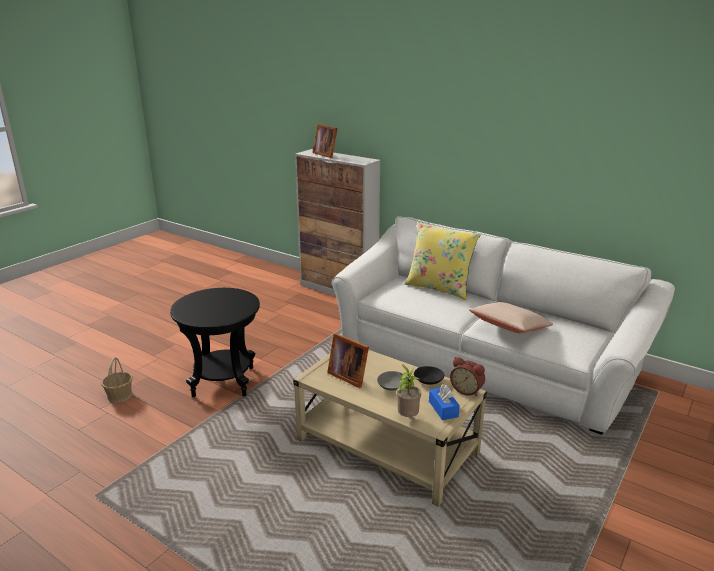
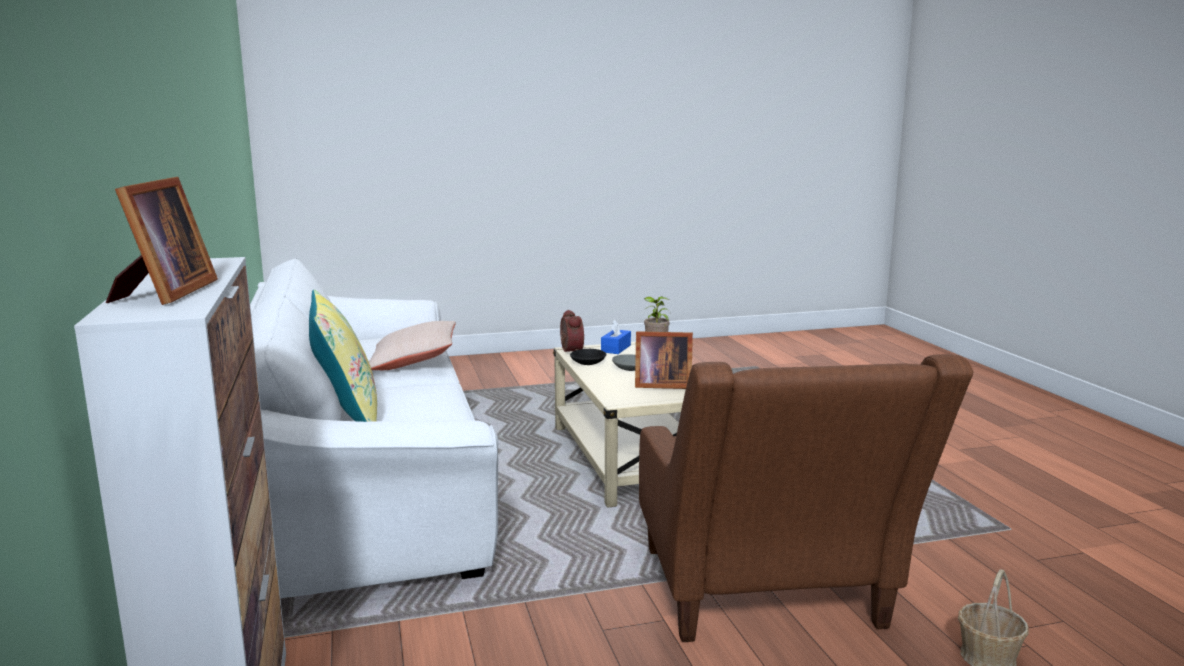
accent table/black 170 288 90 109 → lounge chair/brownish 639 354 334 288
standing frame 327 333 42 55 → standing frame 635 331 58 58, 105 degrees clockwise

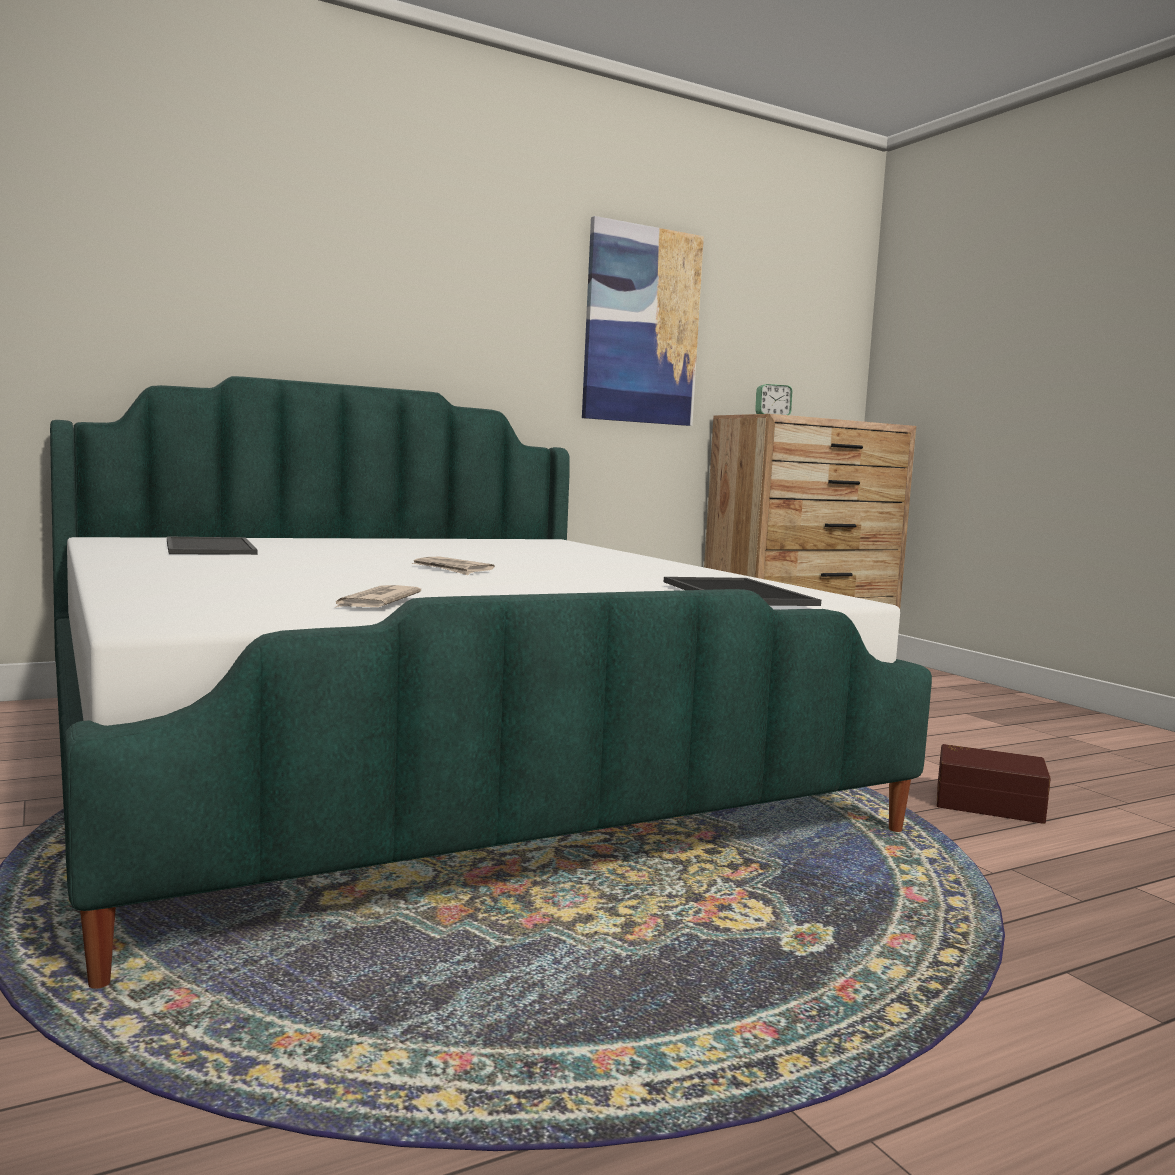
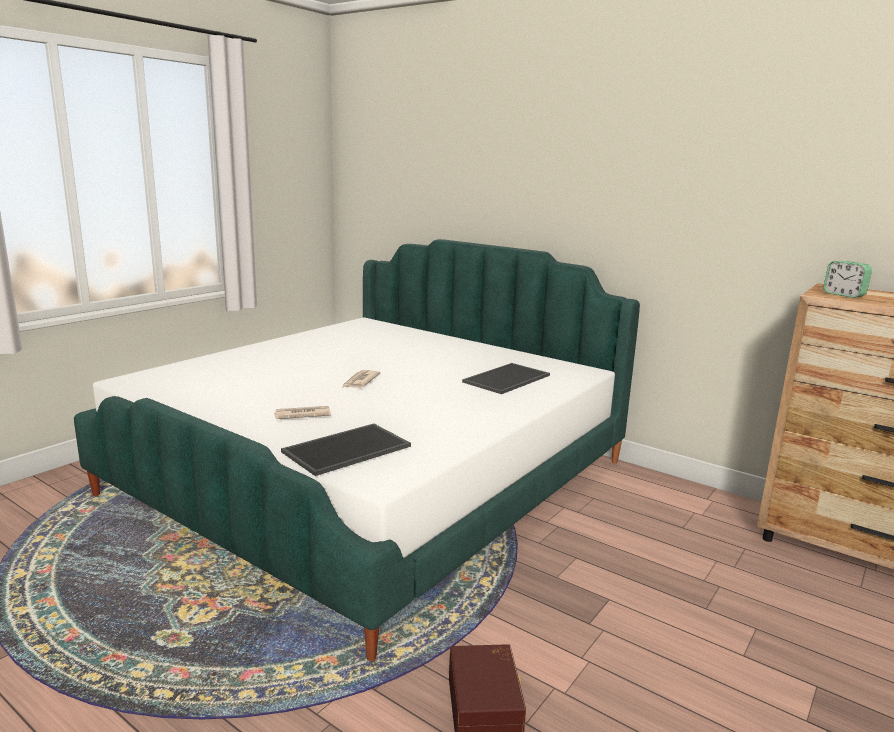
picture 582 216 122 210 → -
serving tray 167 537 91 18 → serving tray 462 363 88 31, relocated
newspaper 334 585 87 23 → newspaper 274 406 57 13, relocated

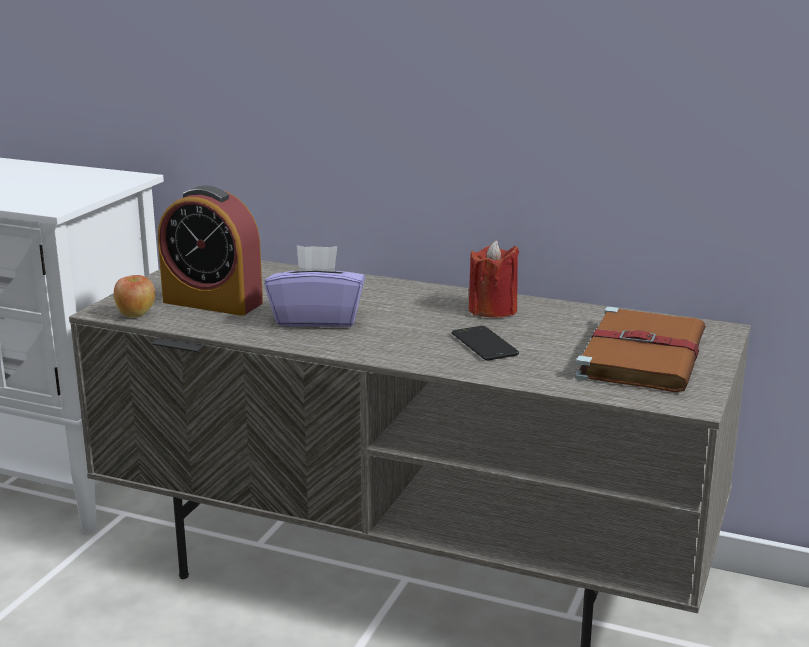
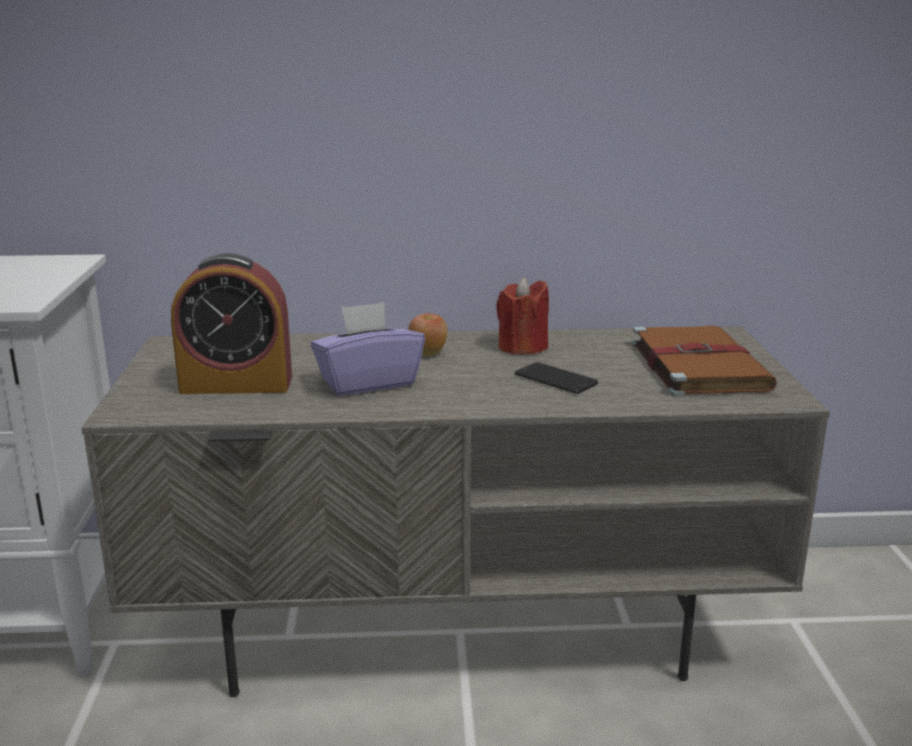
apple 114 275 41 43 → apple 408 313 40 43, relocated

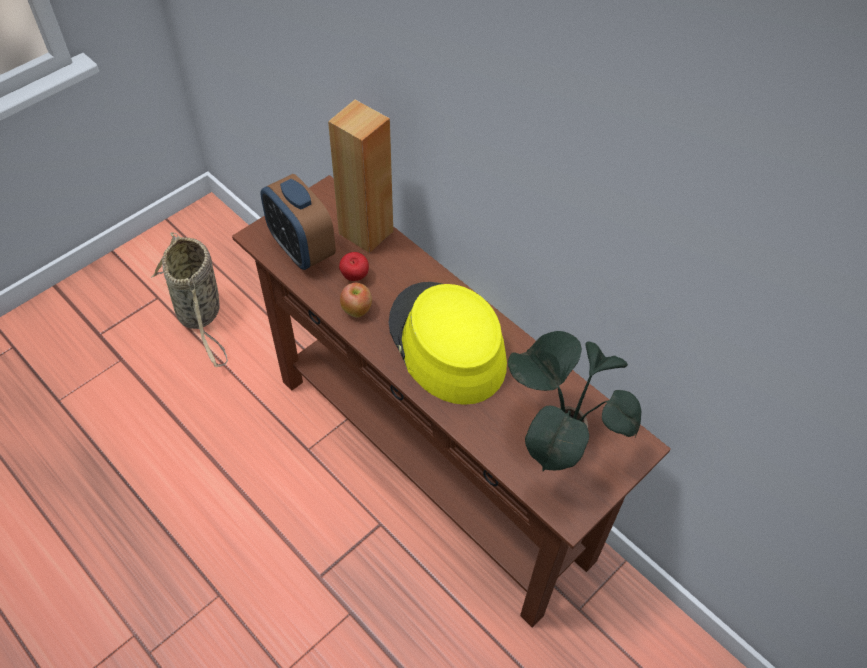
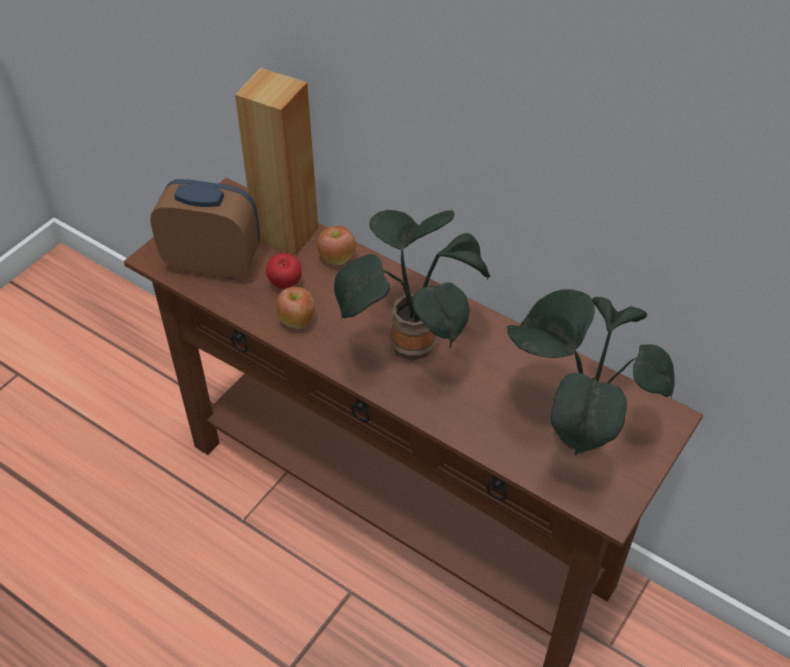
alarm clock 260 174 76 96 → alarm clock 150 179 110 100, 150 degrees clockwise
storage basket 151 232 77 135 → -
clothing hat/yellow 389 282 118 123 → potted plant 334 210 156 151
- → apple 317 226 39 39

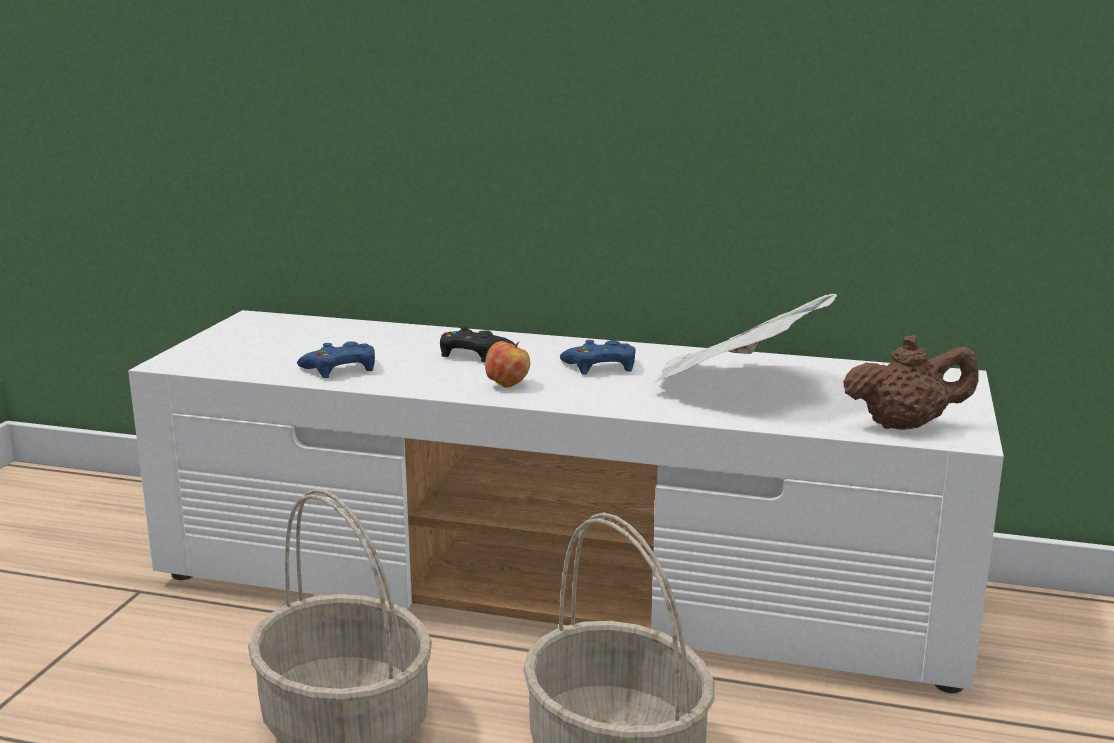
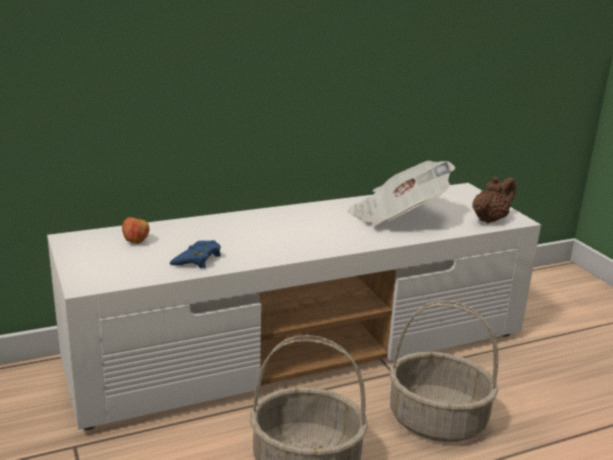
game controller/black 440 326 76 36 → -
game controller/blue 560 340 76 35 → -
apple 485 341 45 47 → apple 122 216 27 28, relocated

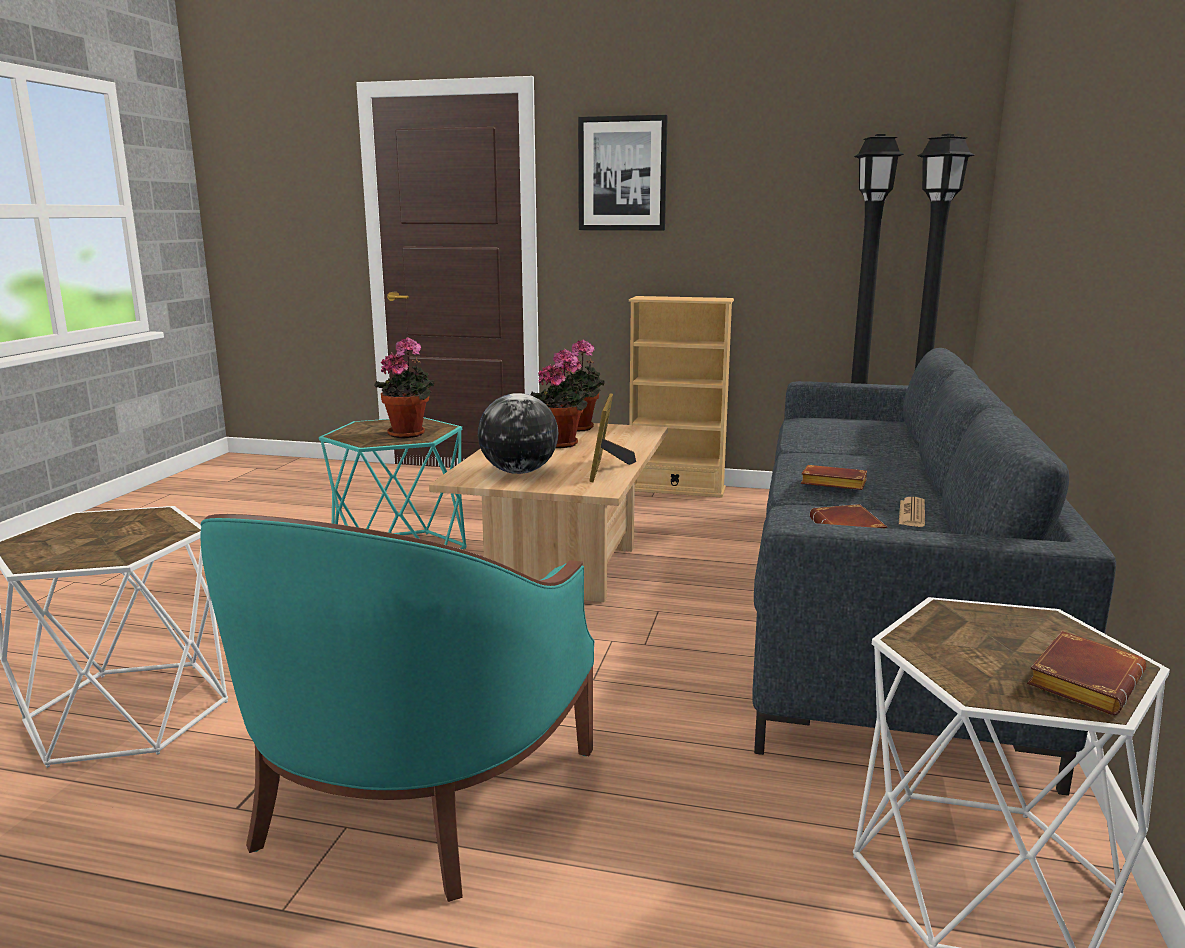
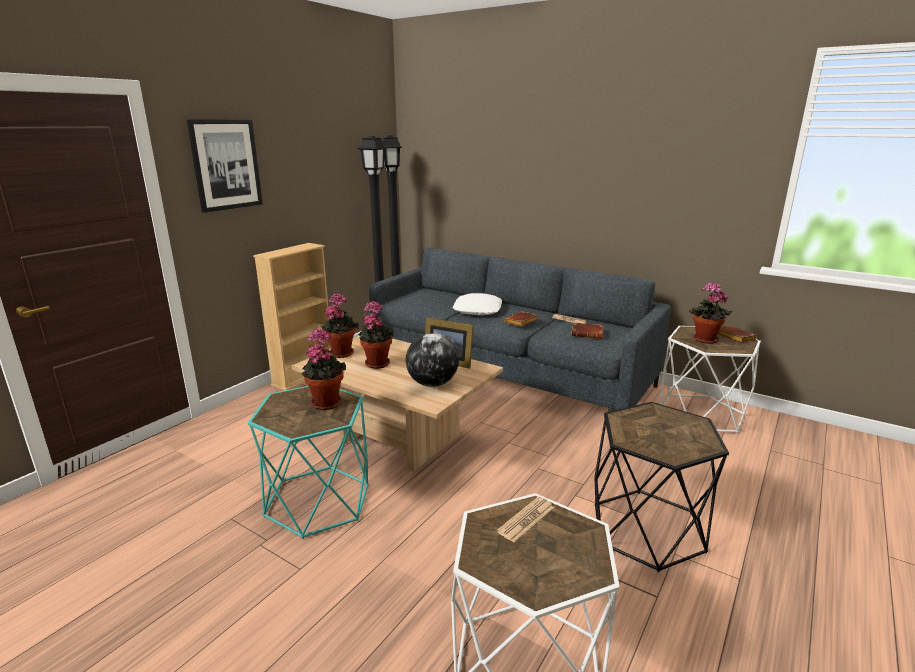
lounge chair/turquoise-coloured 200 514 394 388 → accent table/black 594 402 135 170
- → potted plant 689 283 43 61
- → cushion/white-coloured 453 293 49 22
- → newspaper 497 497 57 45

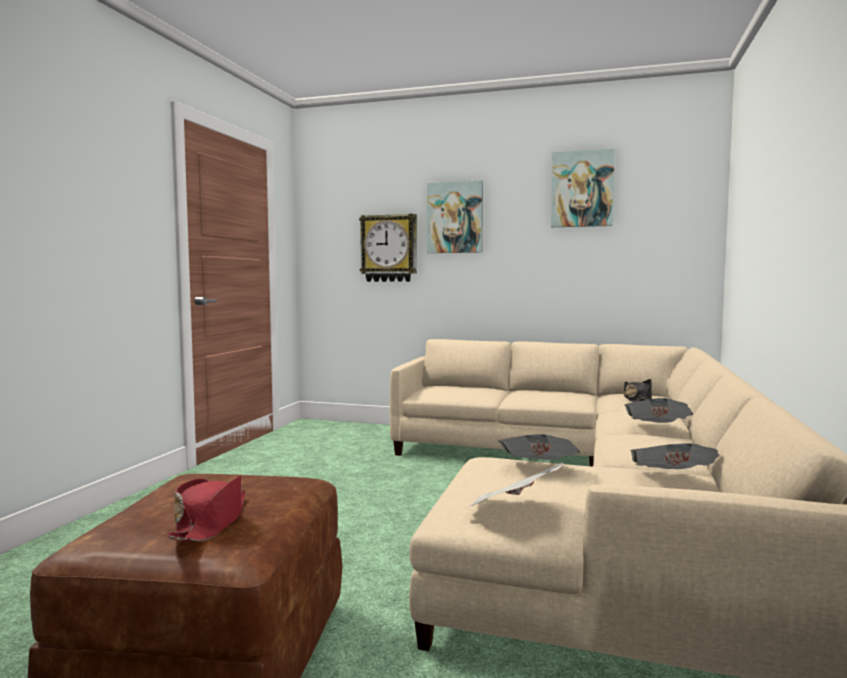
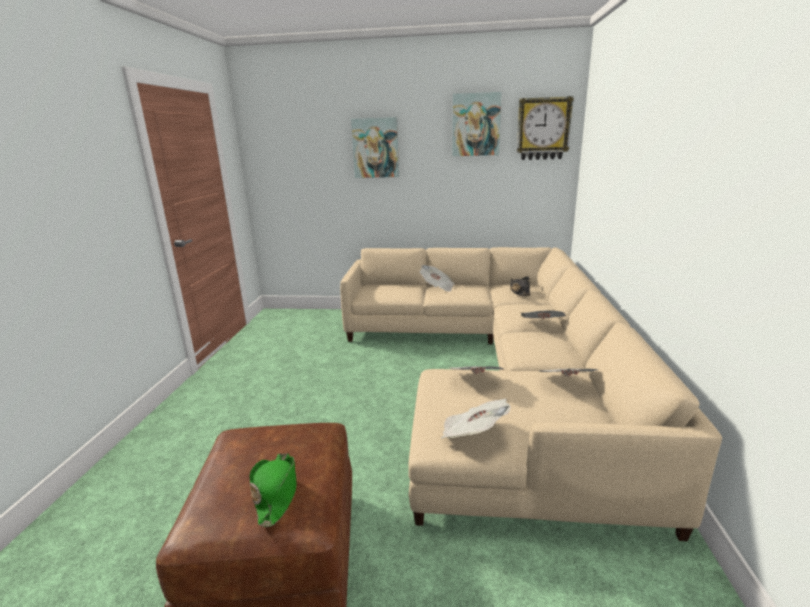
wall clock 359 214 58 68 → wall clock 516 96 58 64, relocated
clothing hat/red-coloured 167 476 78 66 → clothing hat/greenish 249 453 47 74
- → newspaper 420 265 35 27

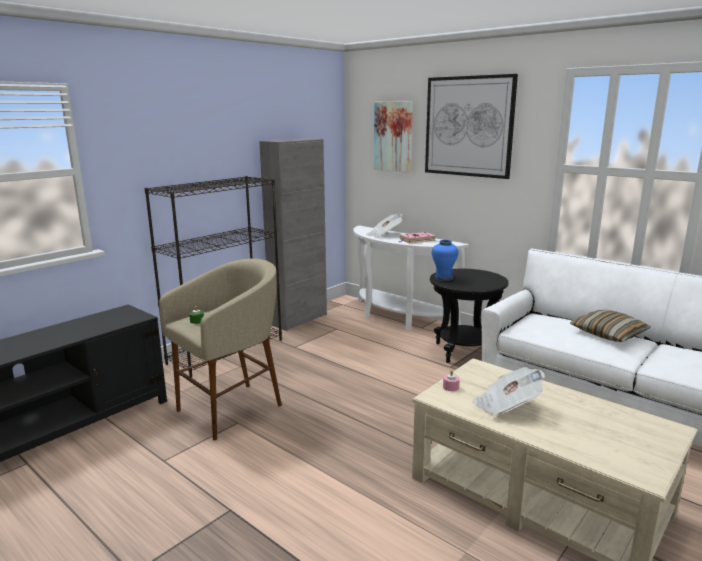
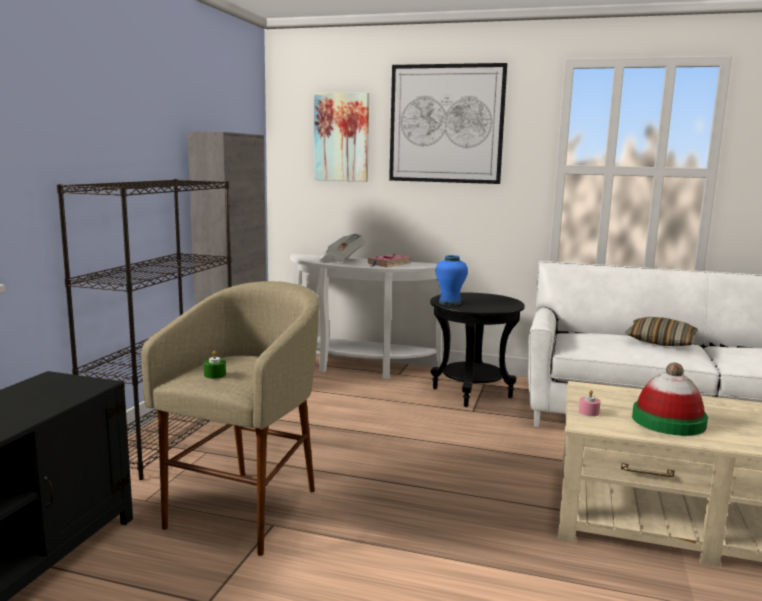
newspaper 473 367 72 50 → clothing hat 632 362 76 74

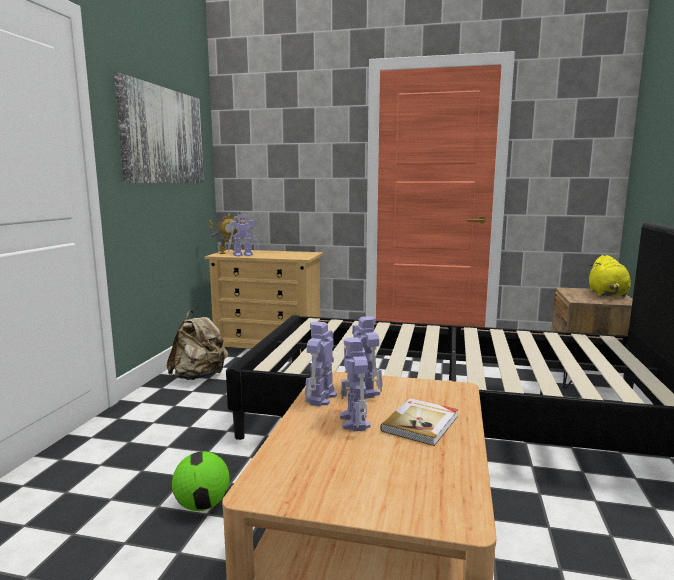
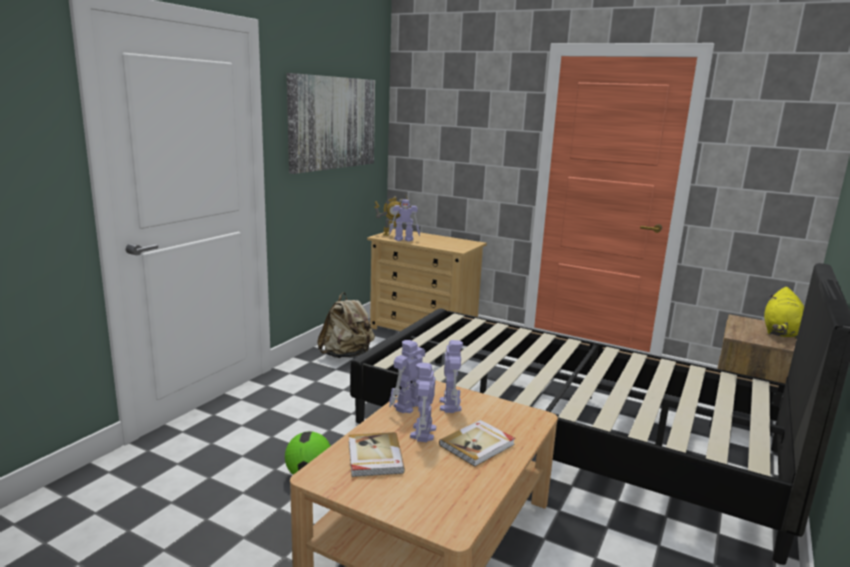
- → volume 349 432 56 45

